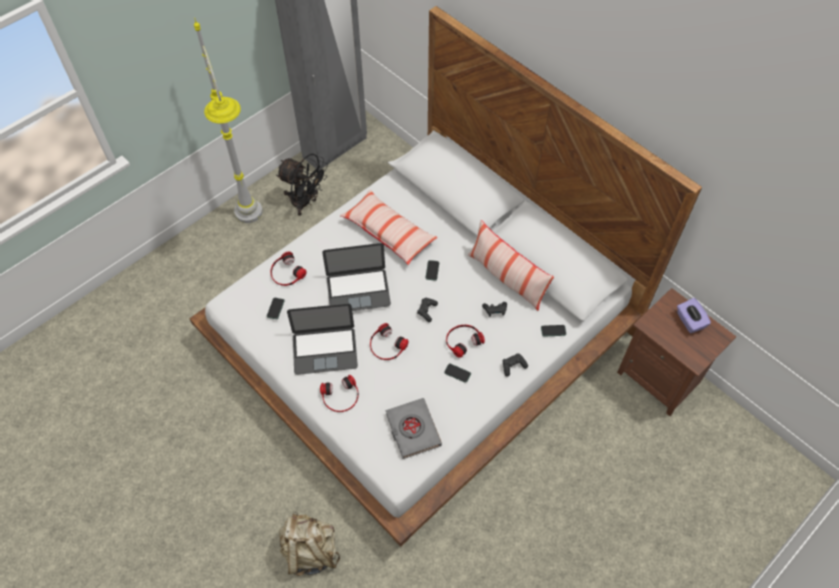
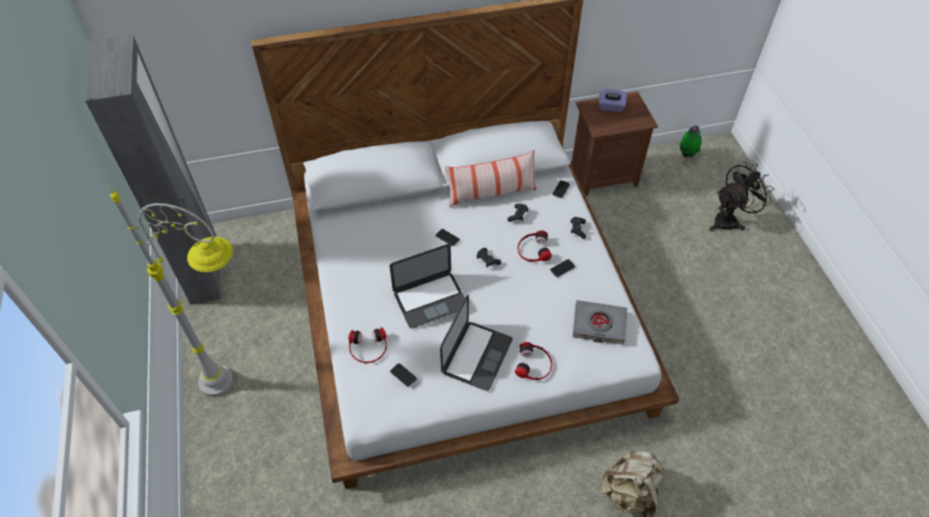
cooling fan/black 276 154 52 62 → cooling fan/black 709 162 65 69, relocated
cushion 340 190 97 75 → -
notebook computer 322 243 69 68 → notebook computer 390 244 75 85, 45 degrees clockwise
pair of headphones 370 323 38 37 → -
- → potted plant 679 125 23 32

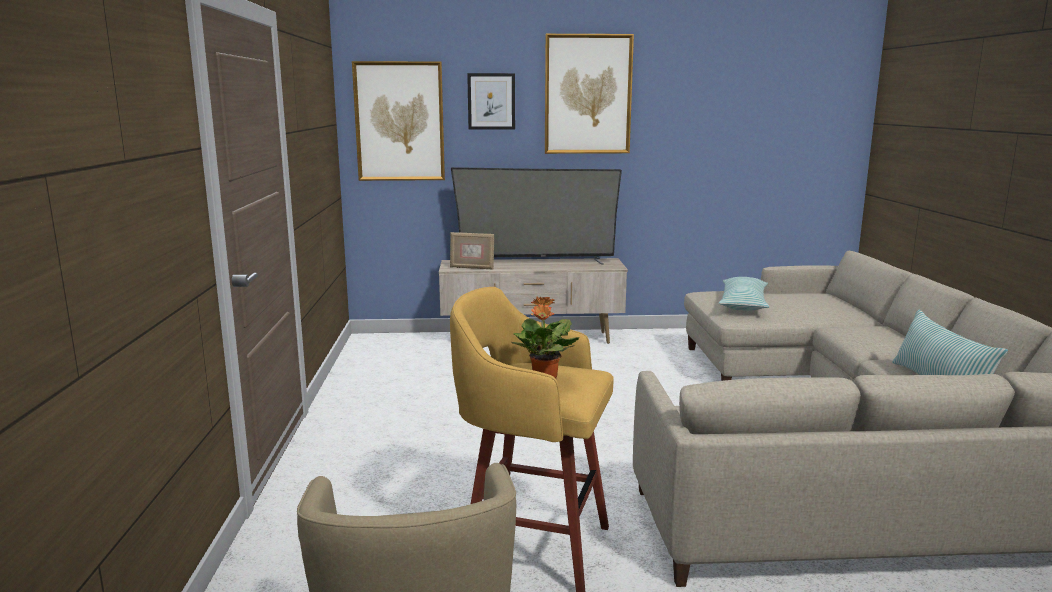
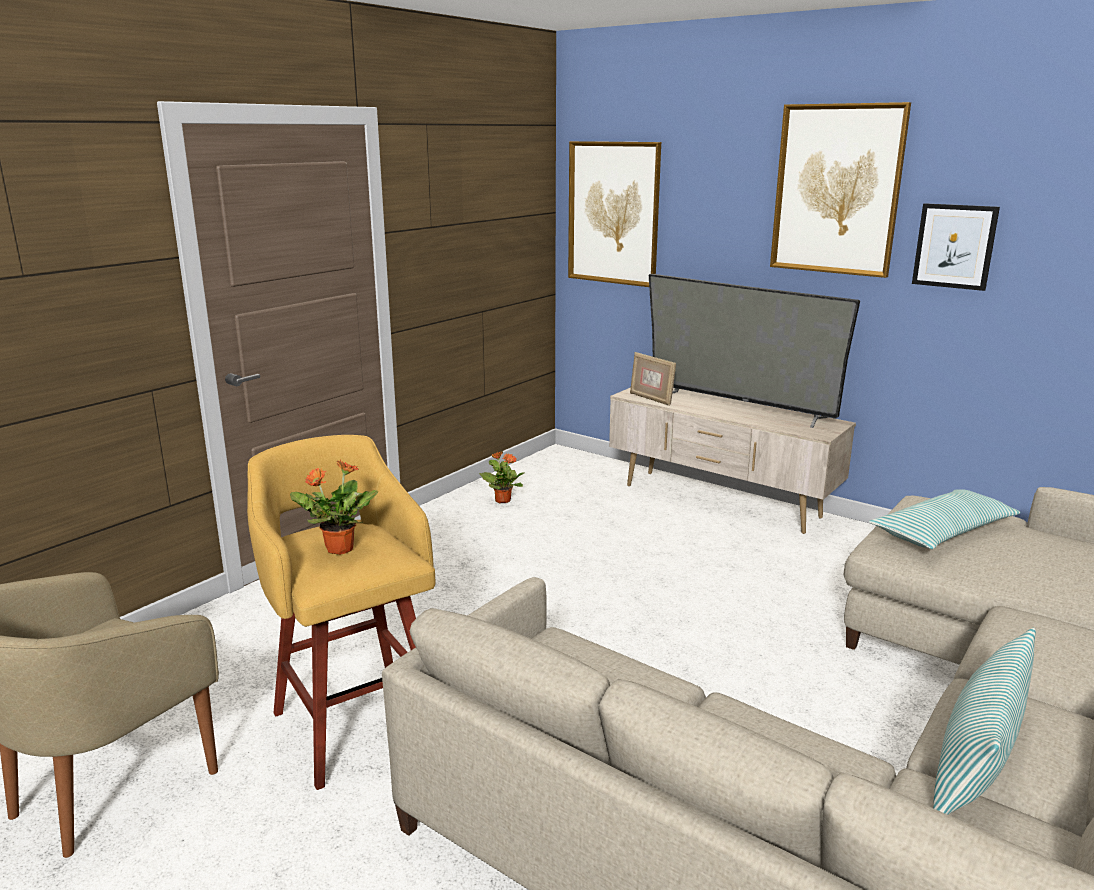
picture 467 73 48 57 → picture 912 203 88 88, relocated
- → potted plant 479 451 45 52

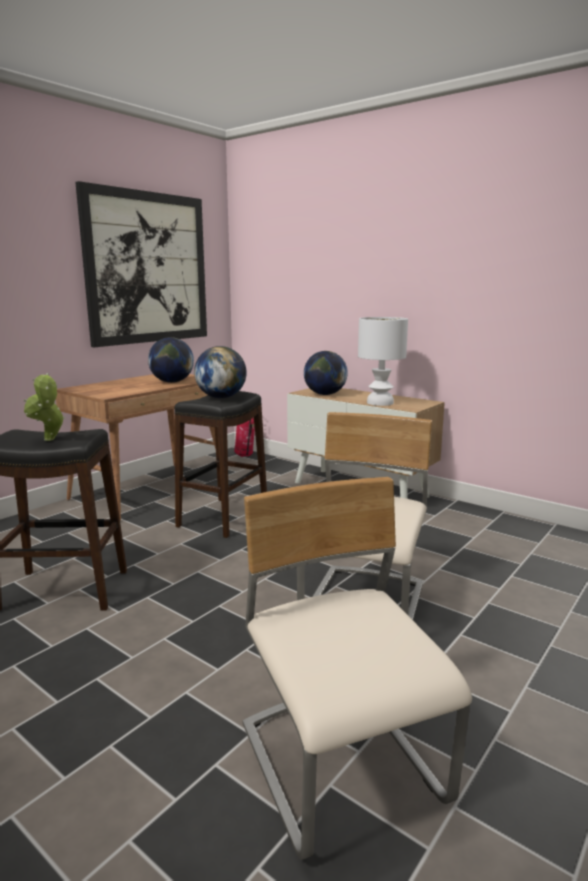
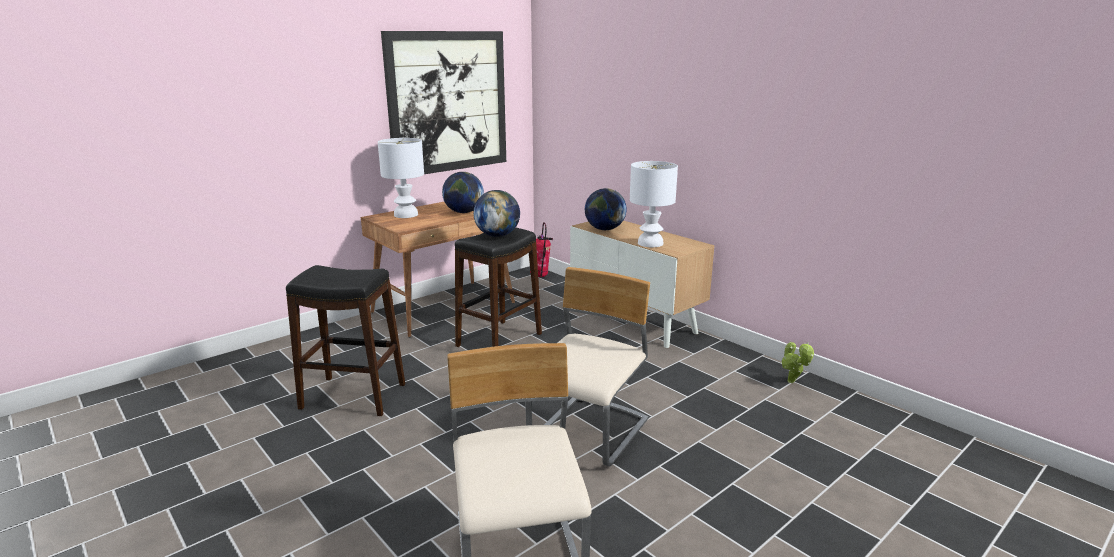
potted plant 24 373 41 68 → potted plant 781 341 33 42, relocated
- → tabletop lamp/white-coloured 378 138 46 80

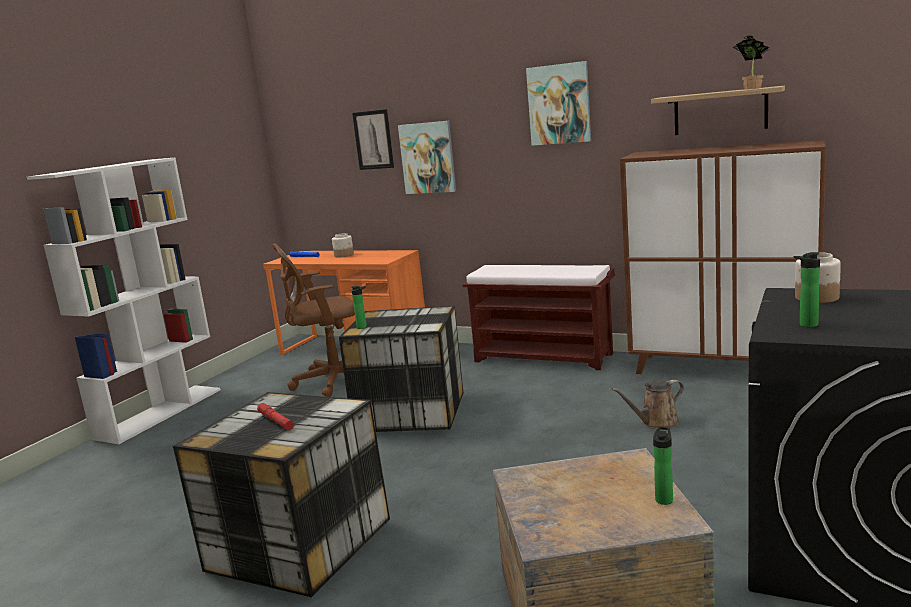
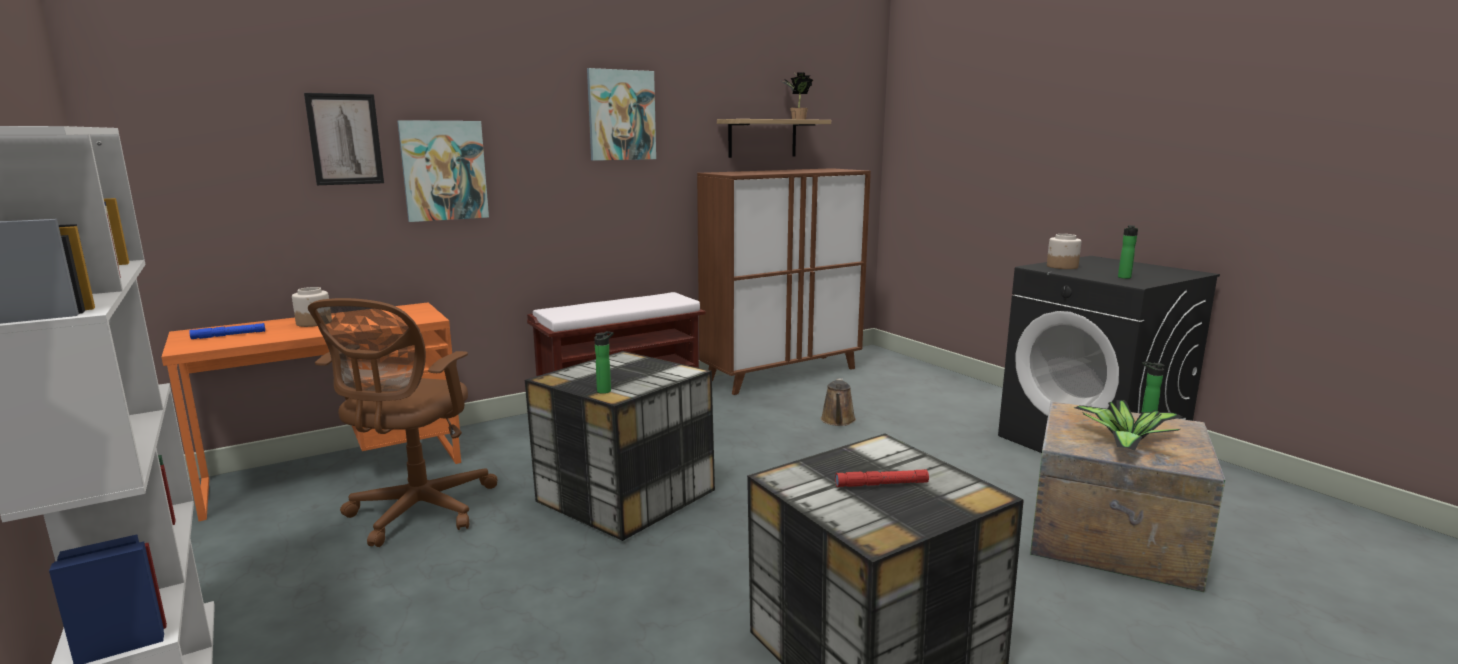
- → potted plant 1074 400 108 51

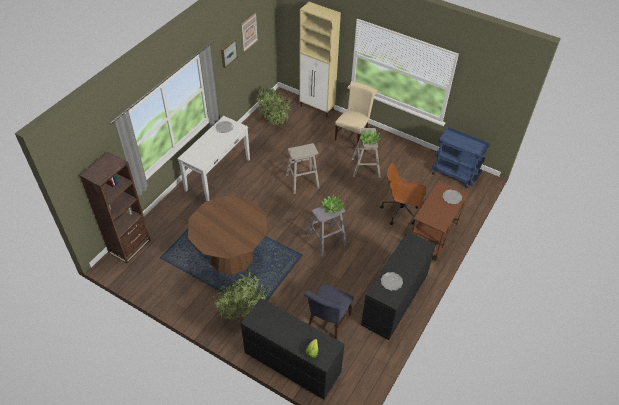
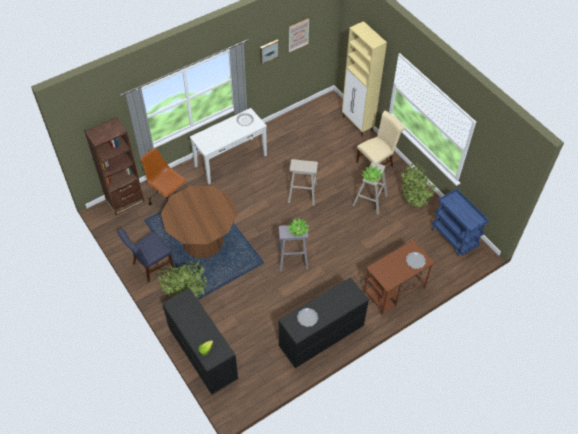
potted plant 255 87 38 39 → potted plant 401 163 36 46, relocated
desk chair/brownish 380 162 46 63 → desk chair/brownish 141 148 45 57, relocated
chair/blue 304 284 50 56 → chair/blue 117 229 57 54, relocated

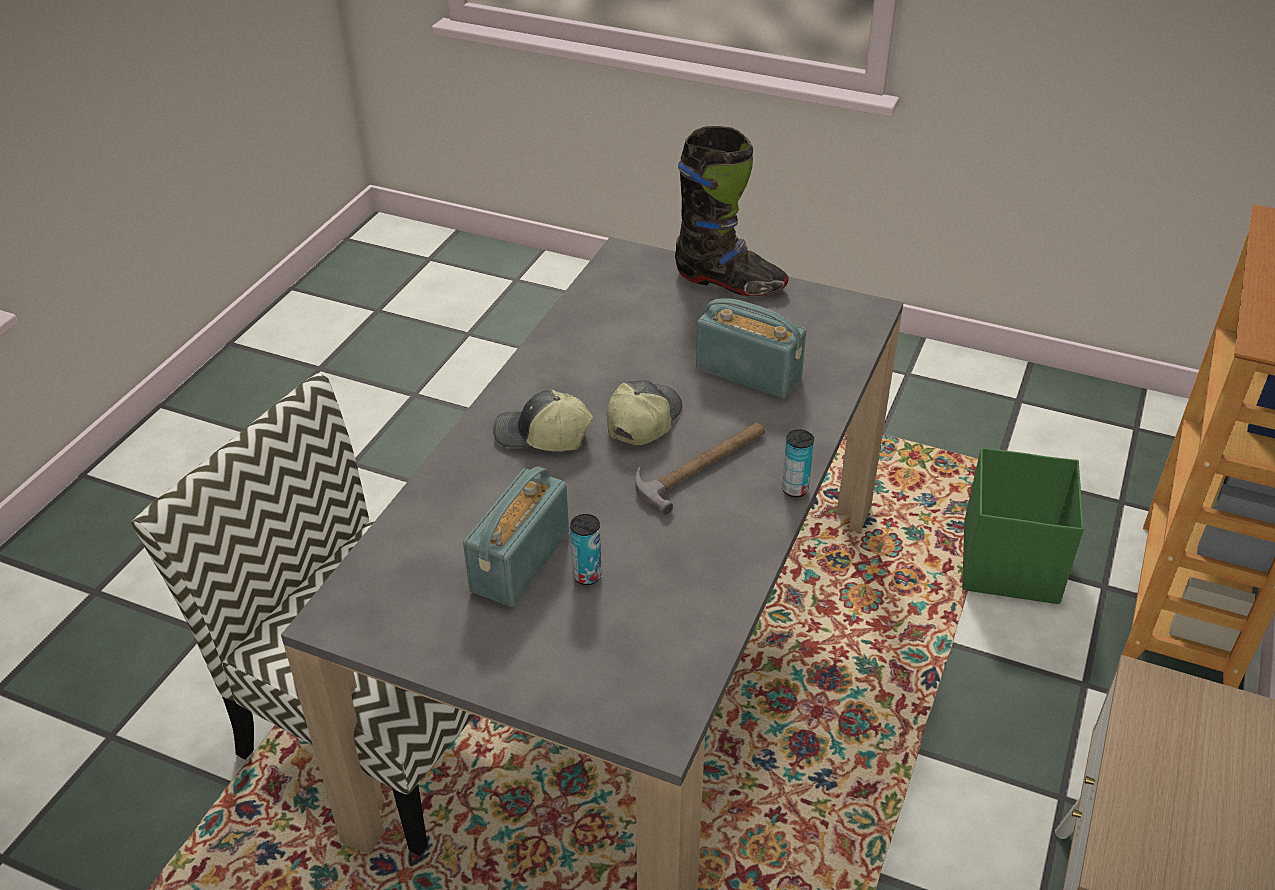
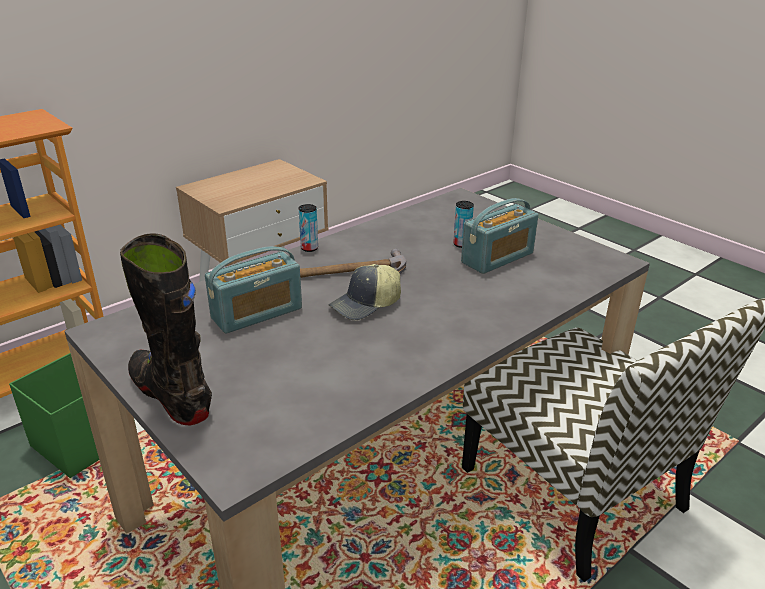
radio receiver 696 298 110 100 → radio receiver 205 246 97 87, 90 degrees counterclockwise
baseball cap 493 389 100 62 → -

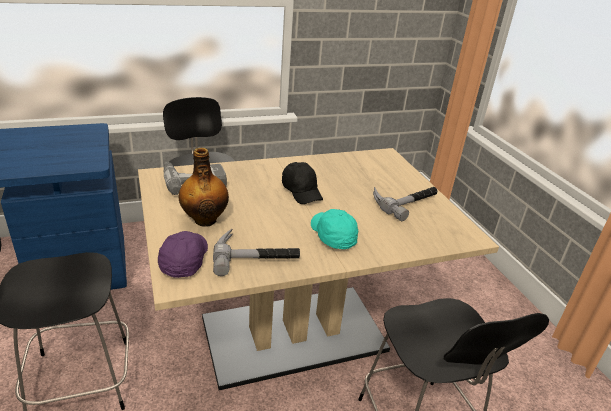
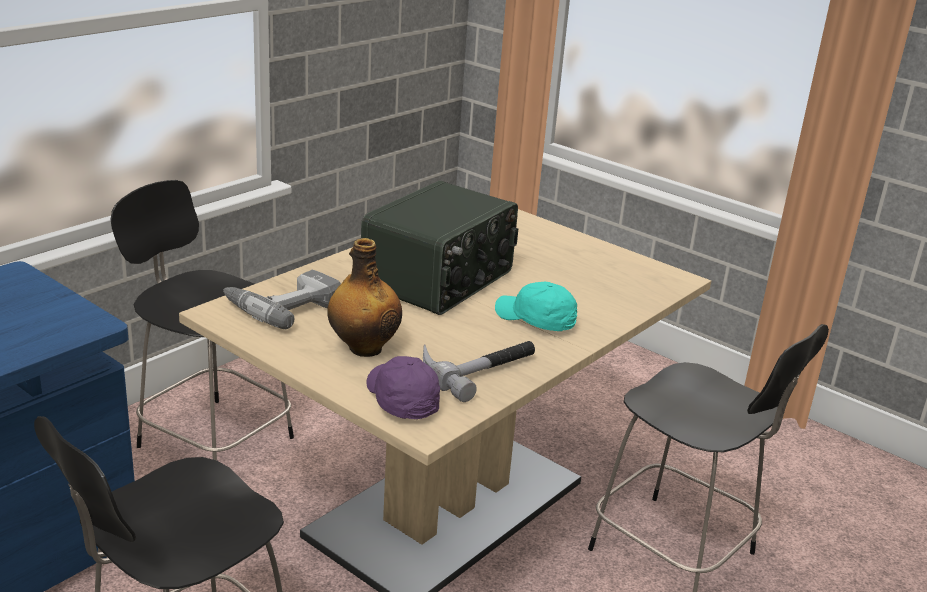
baseball cap/black 282 162 41 42 → radio receiver 361 180 157 135
hand hammer 373 187 64 34 → -

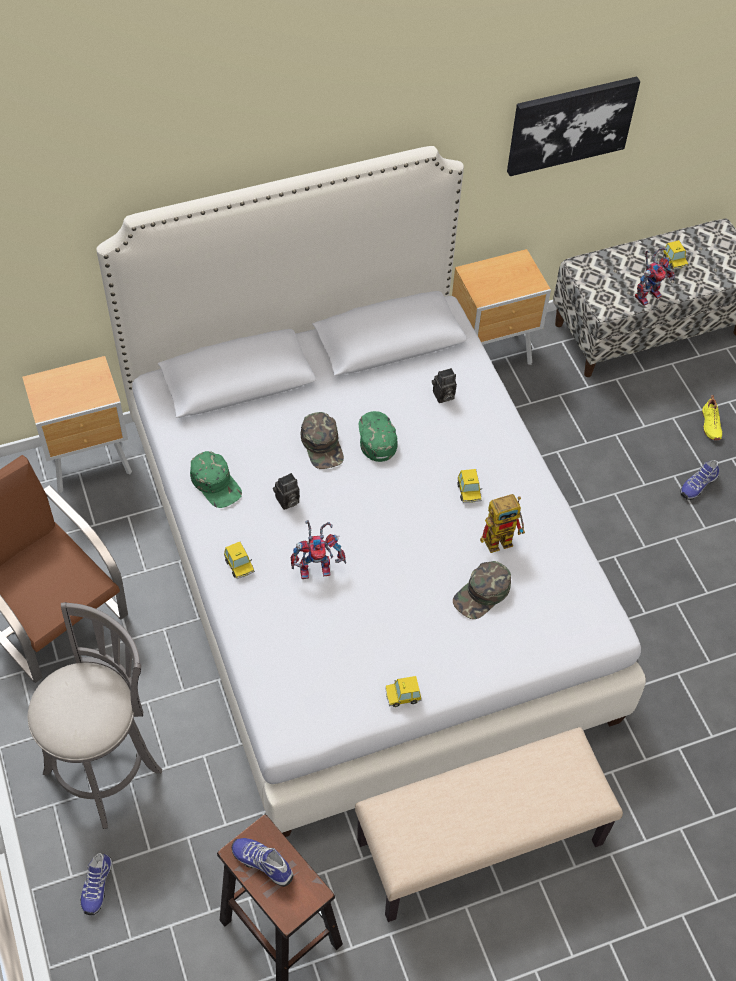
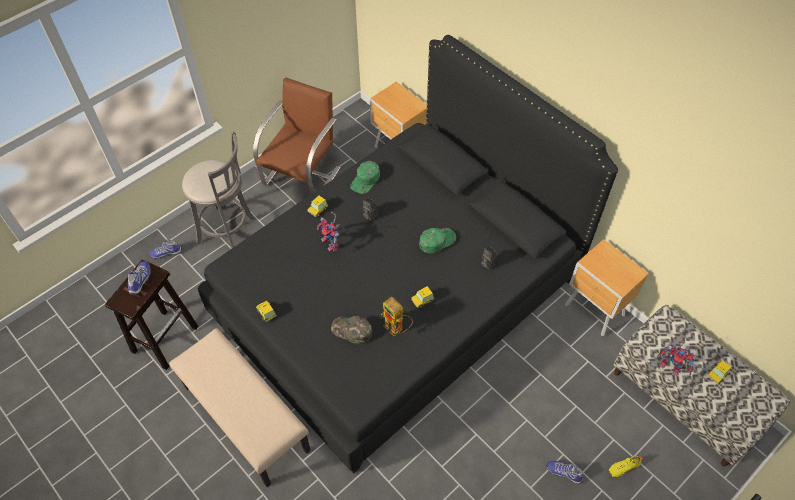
picture 507 77 133 99 → -
bedroom bed/white-coloured 96 146 550 691 → bedroom bed/black 198 35 420 439
baseball cap/greenish 301 412 43 57 → -

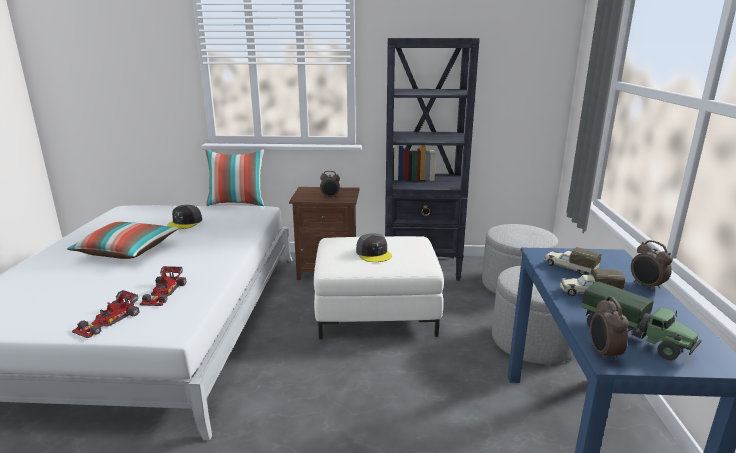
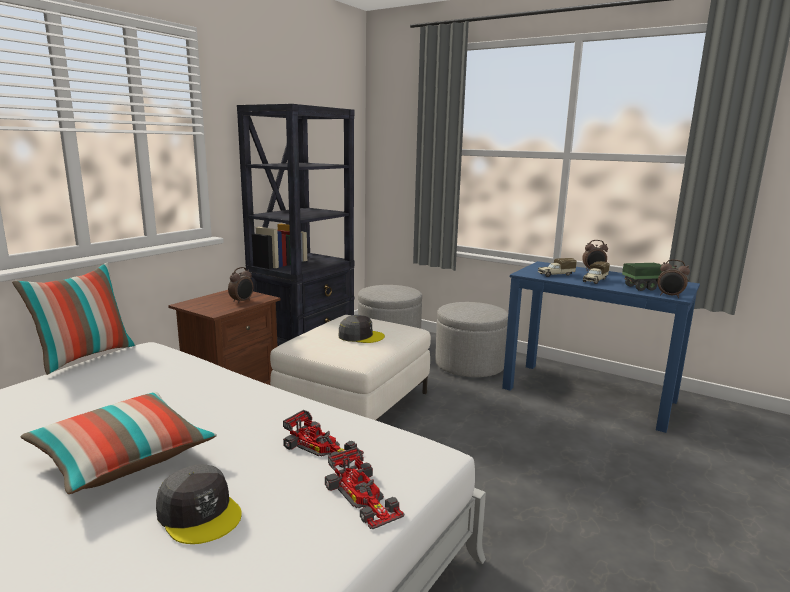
baseball cap/grey 167 205 35 24 → baseball cap/grey 156 464 86 80, relocated

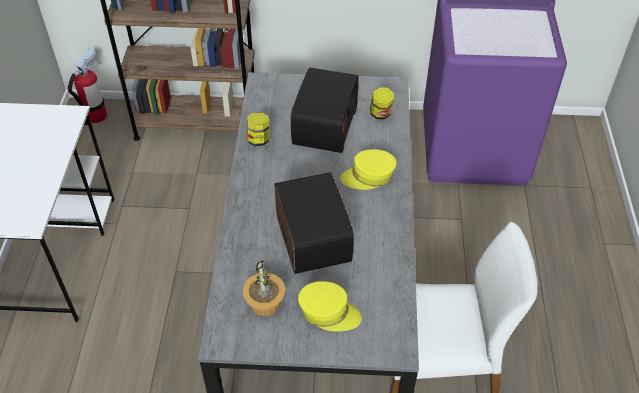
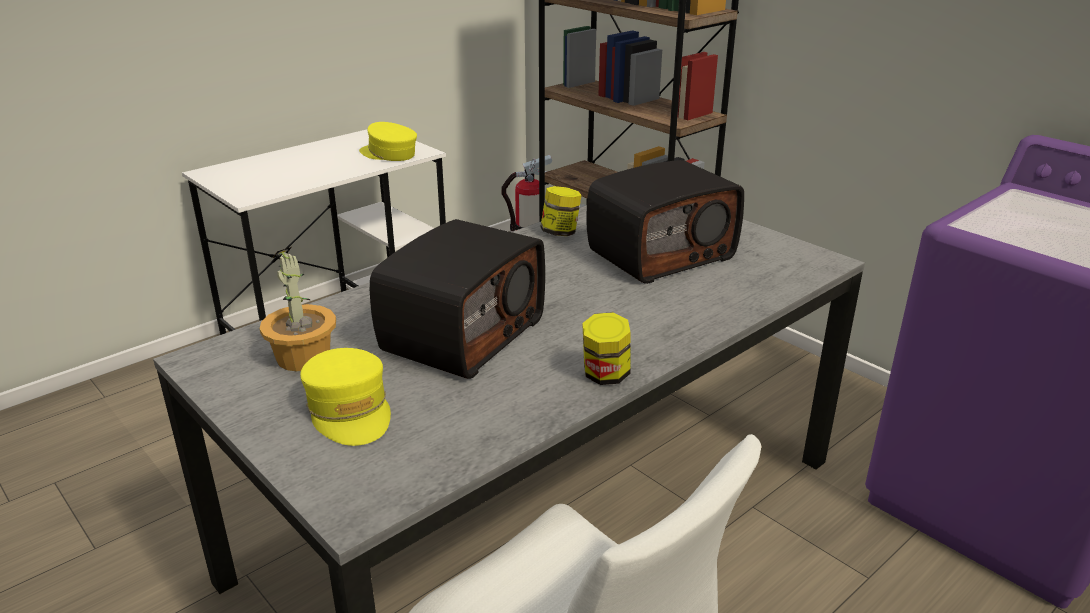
storage jar 370 87 24 32 → storage jar 582 312 48 73, relocated
baseball cap/yellow 340 149 57 41 → baseball cap/yellow 359 122 58 39, relocated

